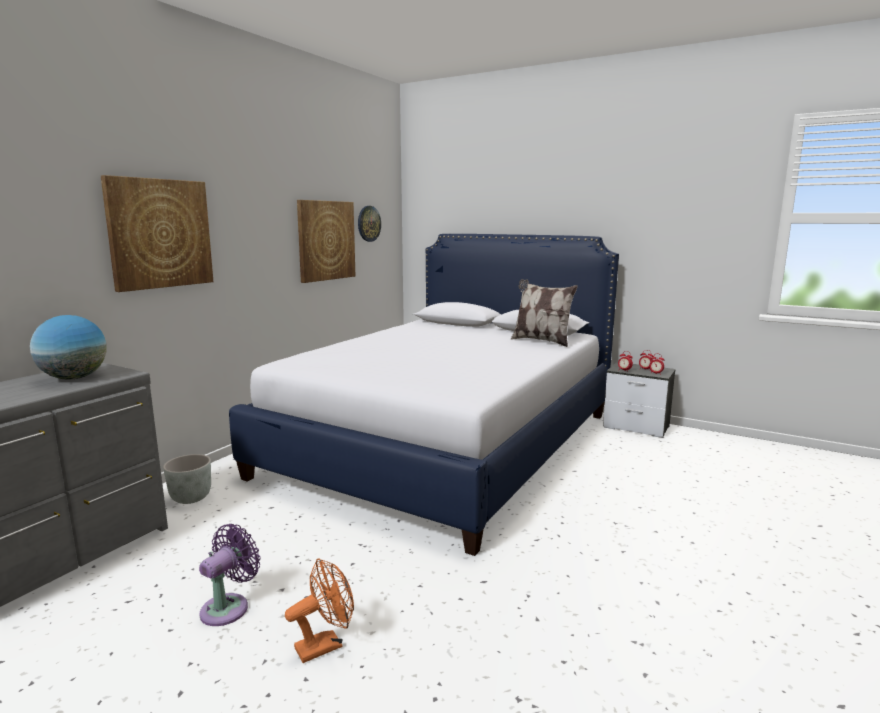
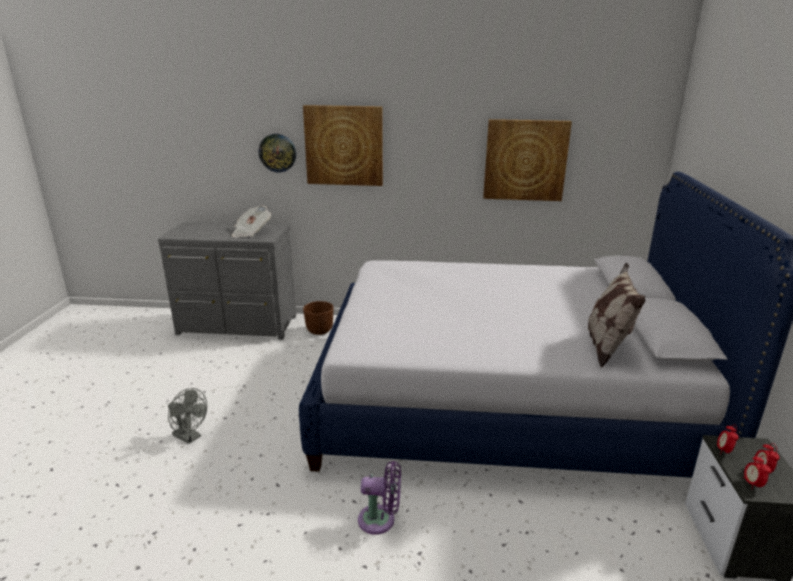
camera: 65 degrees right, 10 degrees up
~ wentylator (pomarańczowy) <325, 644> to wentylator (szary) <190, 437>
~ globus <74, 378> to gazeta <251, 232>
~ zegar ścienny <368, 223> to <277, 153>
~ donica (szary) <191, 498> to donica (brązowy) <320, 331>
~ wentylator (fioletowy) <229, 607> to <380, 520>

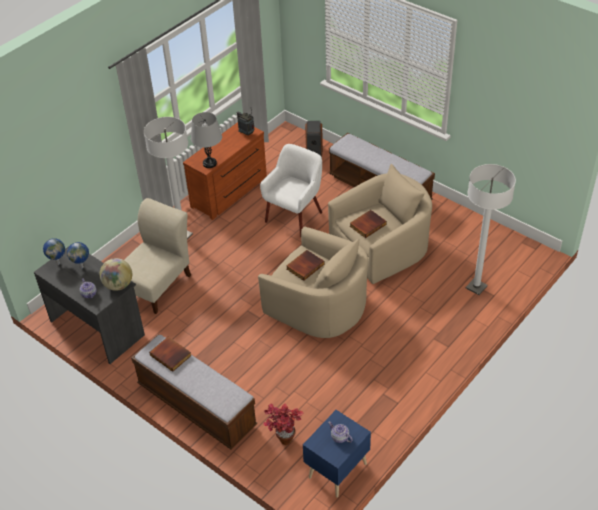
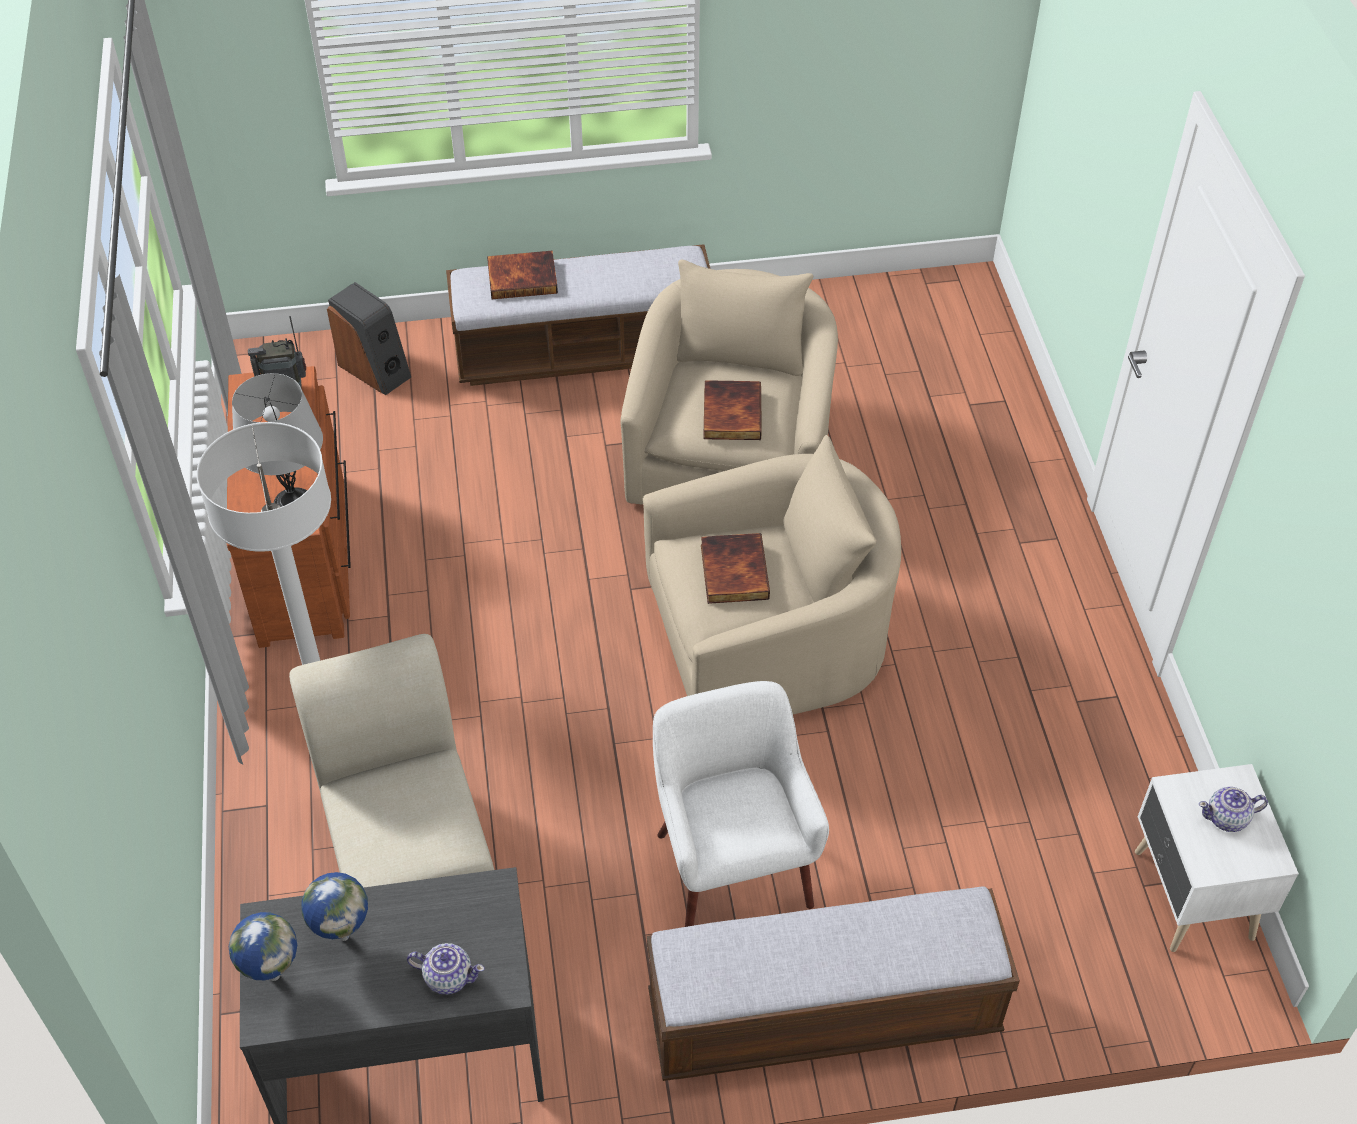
camera: 50 degrees left, 5 degrees up
~ książka <171, 355> to <523, 277>
~ fotel (biały) <294, 217> to <731, 868>
~ szafka nocna (niebieski) <336, 470> to szafka nocna (biały) <1191, 897>
- globus <118, 285>
- roślina doniczkowa <283, 437>
- lampa stojąca (biały) <476, 287>

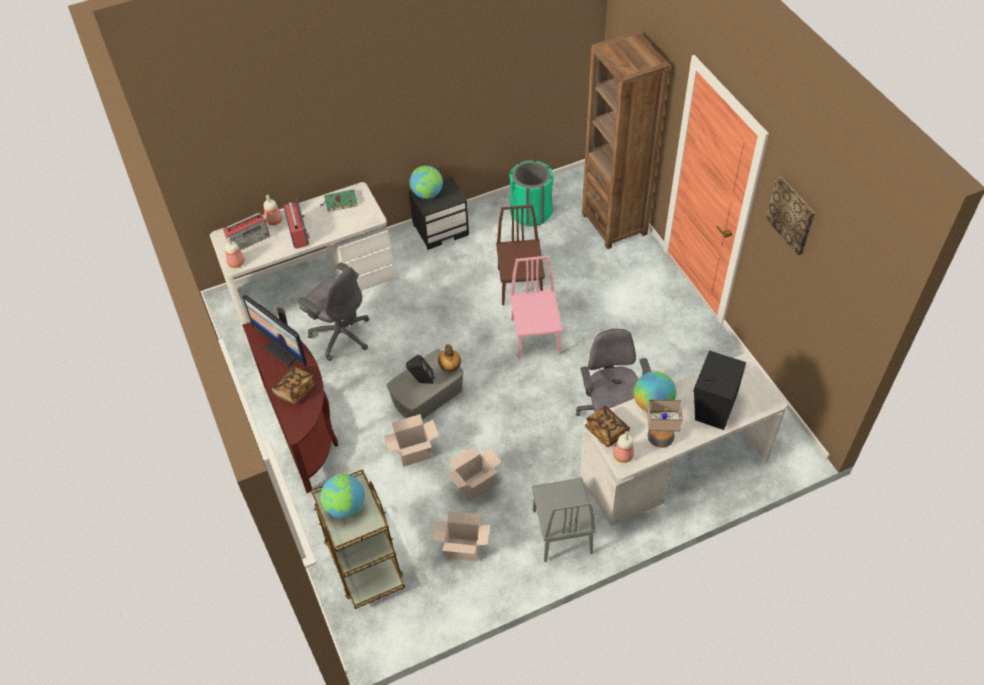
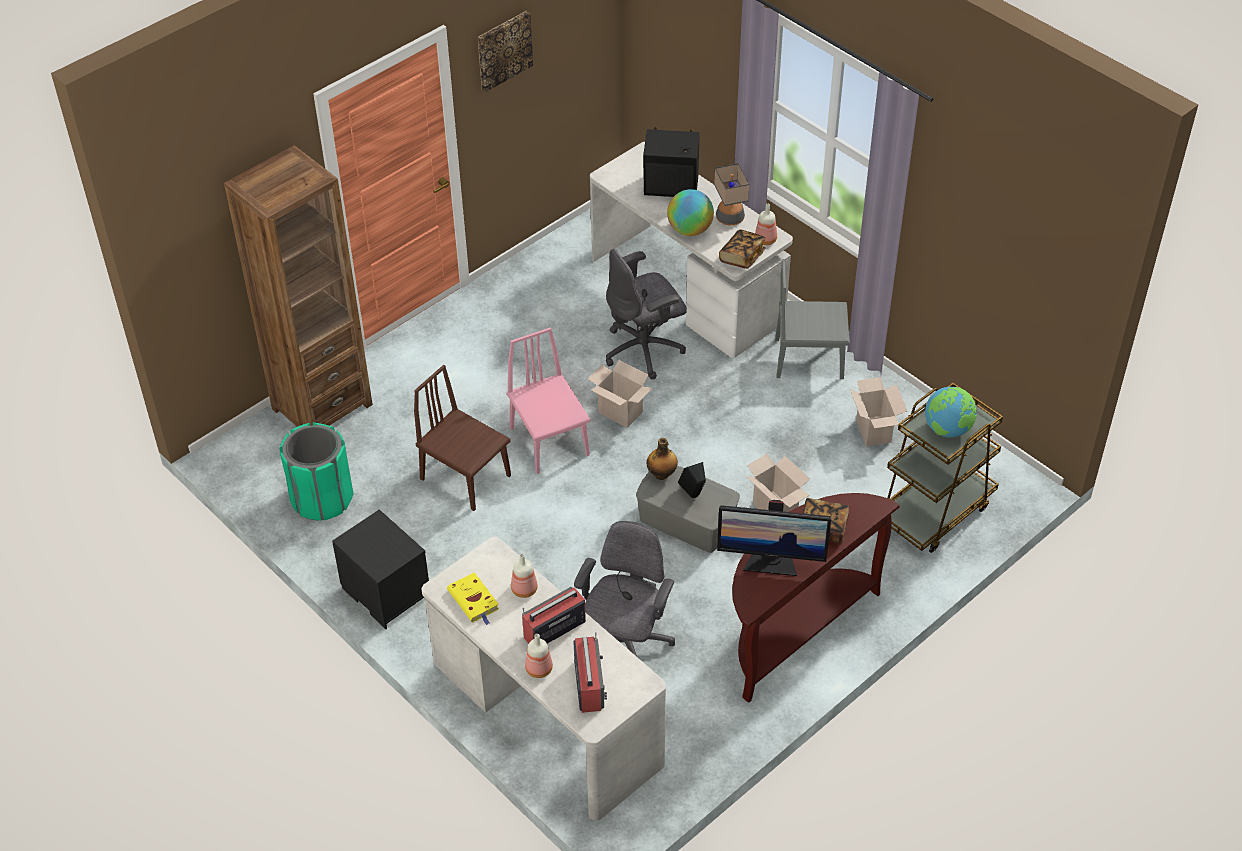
camera: 110 degrees left, 5 degrees down
~ krzesło (brązowy) <520, 285> = <465, 477> 60 degrees clockwise
~ książka (zielony) <340, 202> to książka (żółty) <474, 601>
~ krzesło (różowy) <535, 336> = <549, 441> 90 degrees clockwise
~ butelka <236, 263> to <524, 590>
~ radio <250, 240> = <589, 684> 45 degrees clockwise
~ karton <475, 484> to <618, 412>
~ monitor <283, 351> = <771, 562> 75 degrees clockwise
~ krzesło (szary) <562, 531> = <809, 359> 150 degrees counterclockwise
- globus <427, 194>

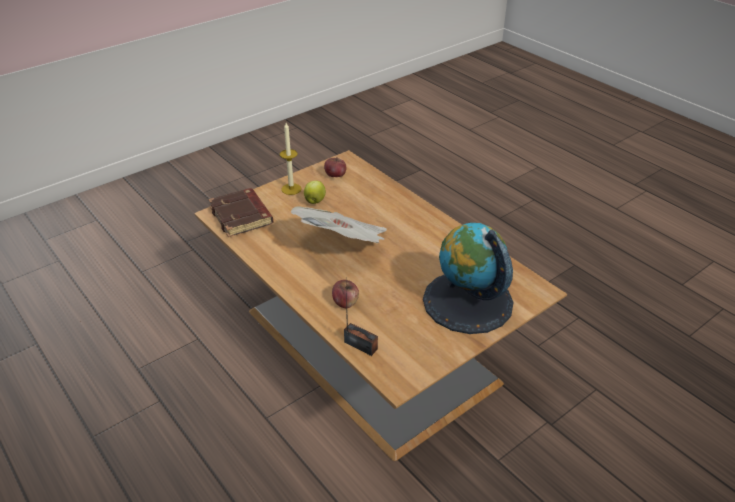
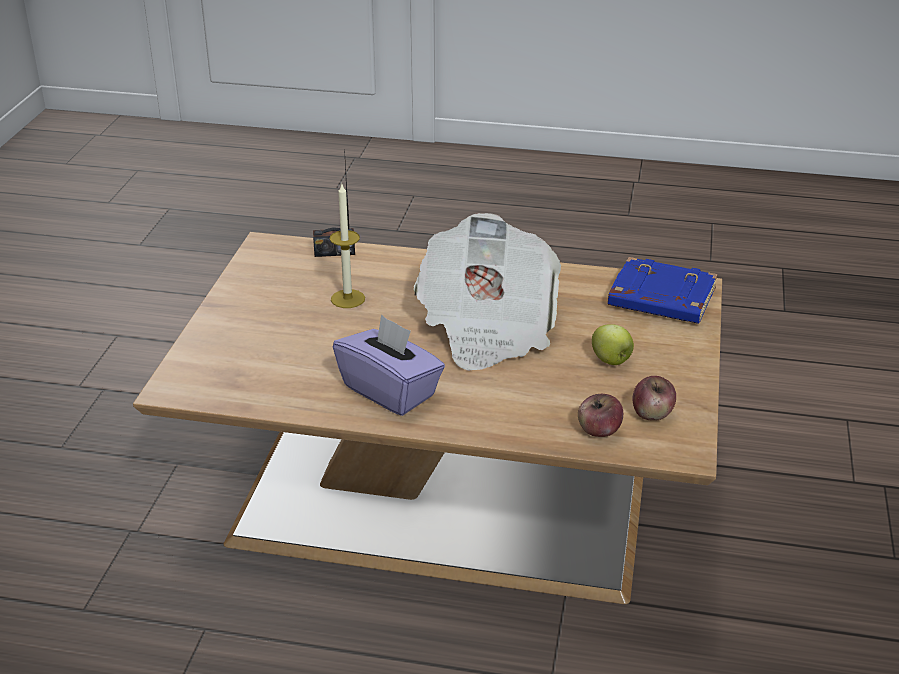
camera: 140 degrees right, 5 degrees down
~ świeca <291, 189> to <348, 299>
+ pudełko chusteczek (fioletowy) <390, 391>
~ jabłko <345, 302> to <599, 431>
~ książka (brązowy) <242, 216> to książka (niebieski) <660, 299>
- globus <467, 302>

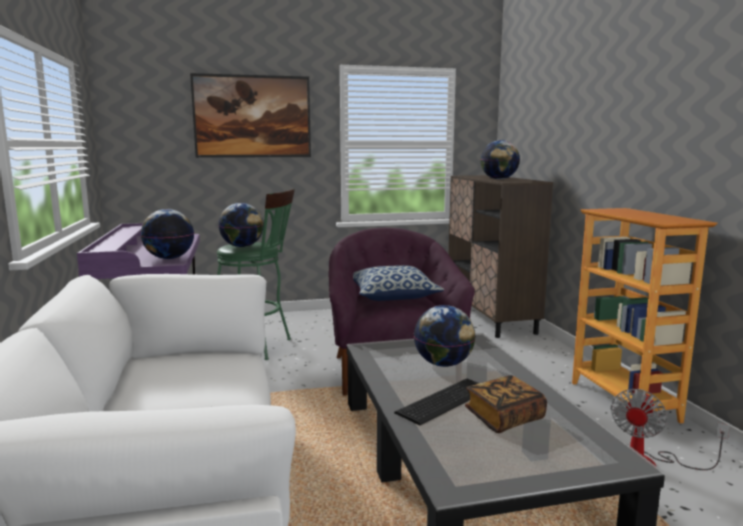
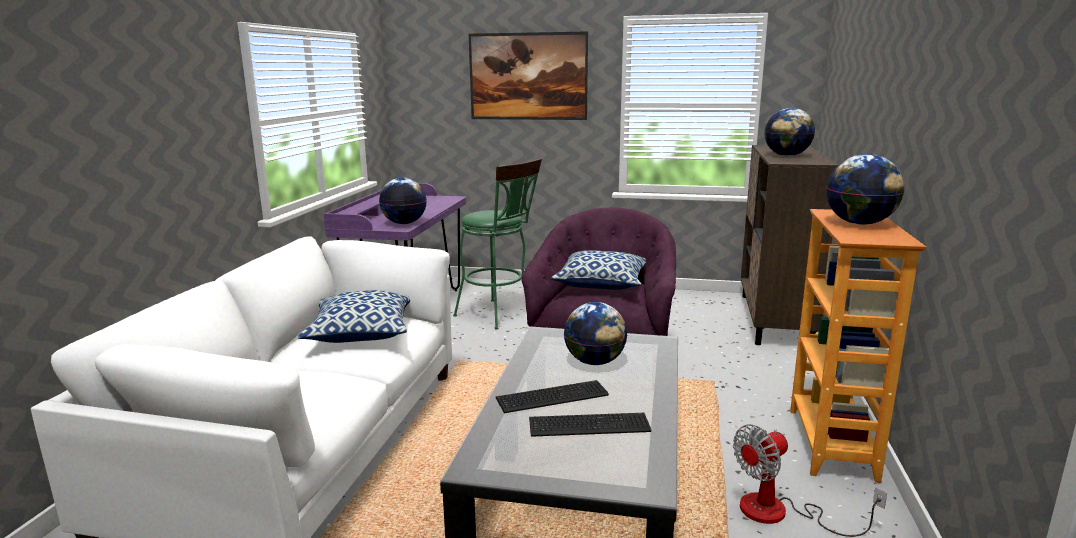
camera: 25 degrees right, 5 degrees up
+ poduszka <360, 332>
~ książka <504, 418> to klawiatura <587, 424>
~ globus <242, 246> to <859, 223>

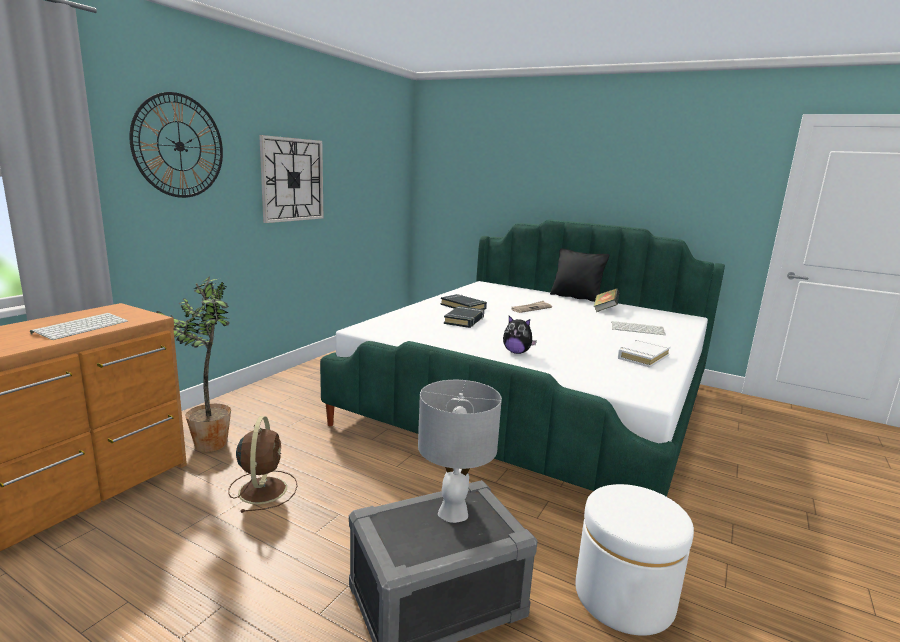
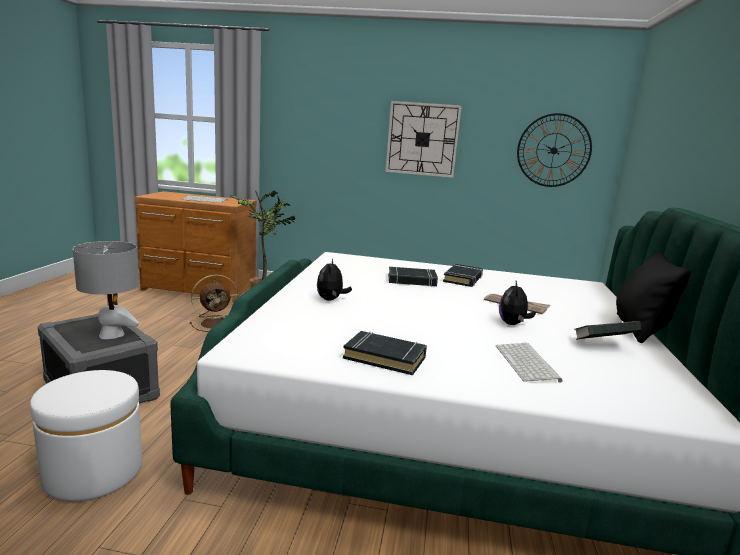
camera: 70 degrees right, 0 degrees up
~ książka (biały) <643, 357> to książka (czarny) <385, 357>
+ pluszak <513, 324>
~ zegar ścienny <179, 146> to <553, 150>

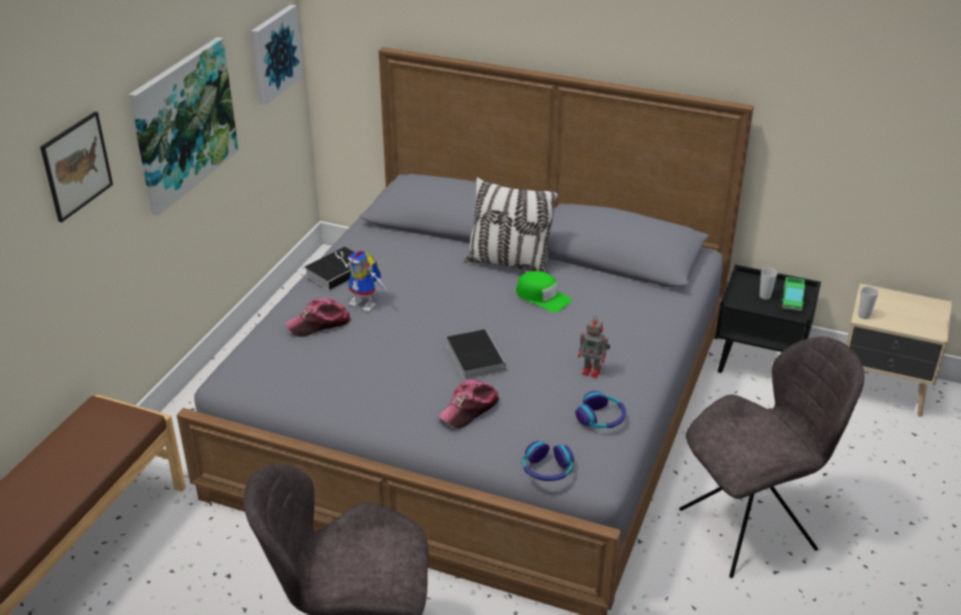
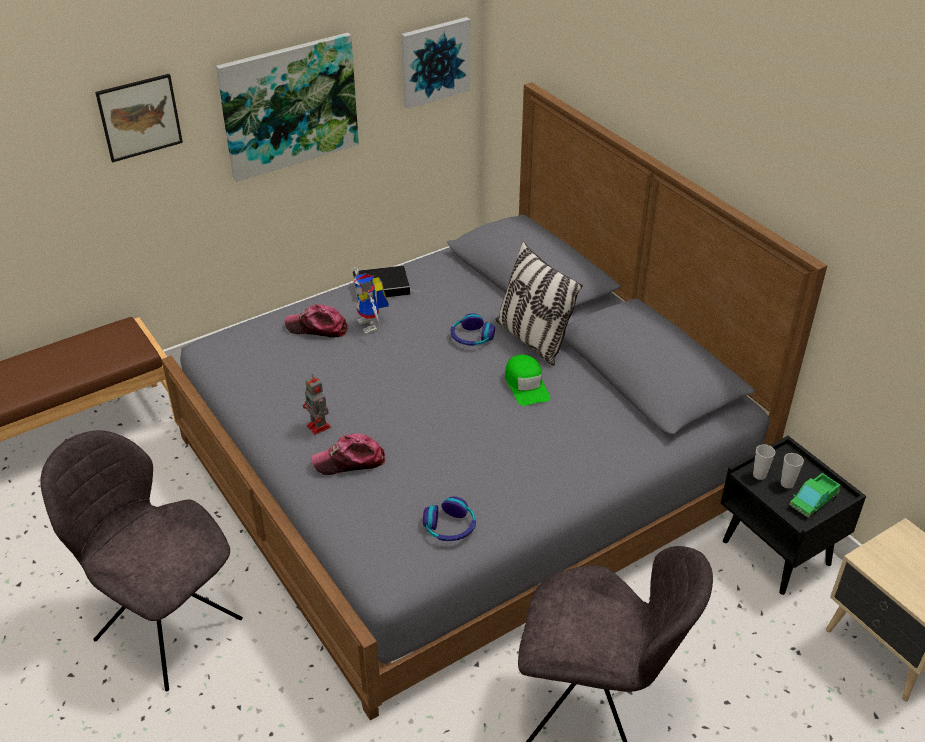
camera: 35 degrees right, 5 degrees up
~ robot zabawkowy <592, 371> to <319, 427>
~ słuchawki <547, 469> to <471, 337>
~ filiżanka <864, 316> to <759, 475>
- książka <474, 357>

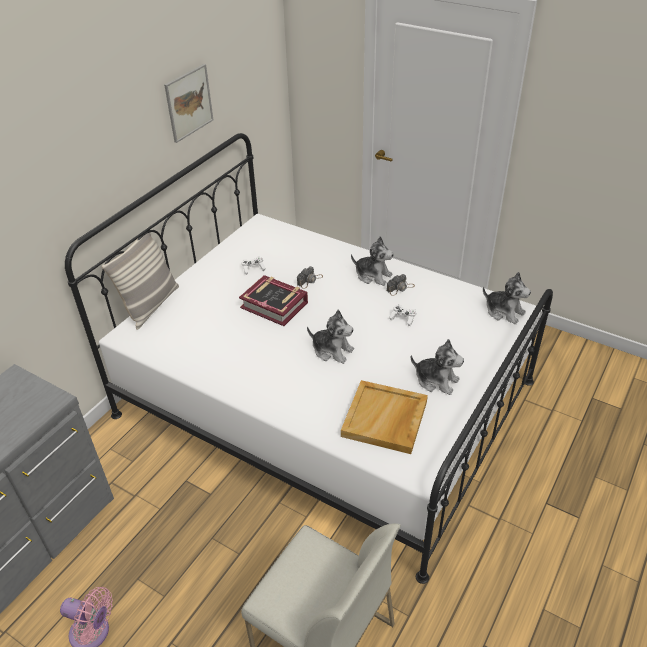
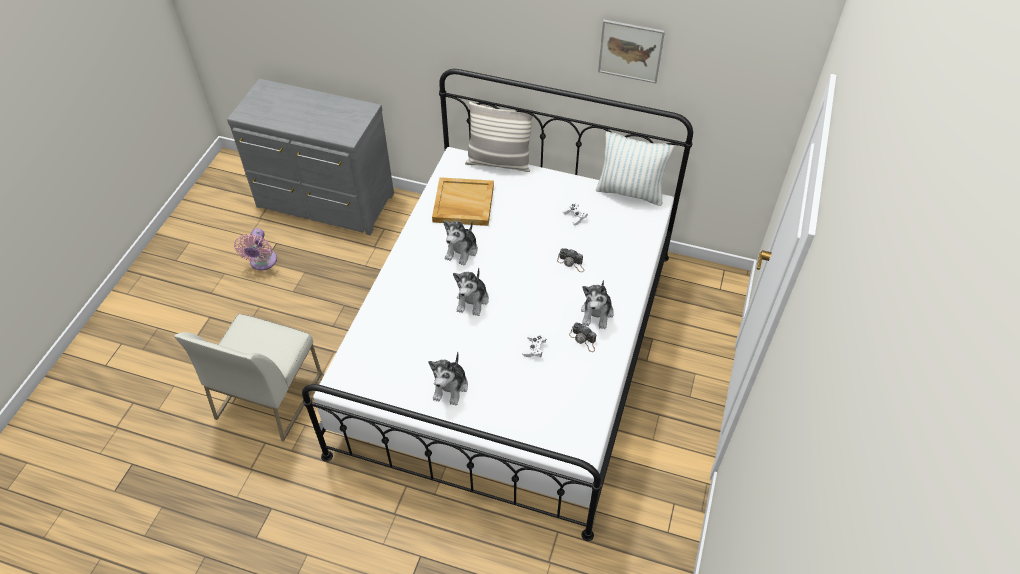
camera: 75 degrees right, 10 degrees up
~ taca (beżowy) <385, 419> to <463, 204>
~ pluszak <504, 312> to <462, 250>
+ poduszka <630, 192>
- książka <274, 305>

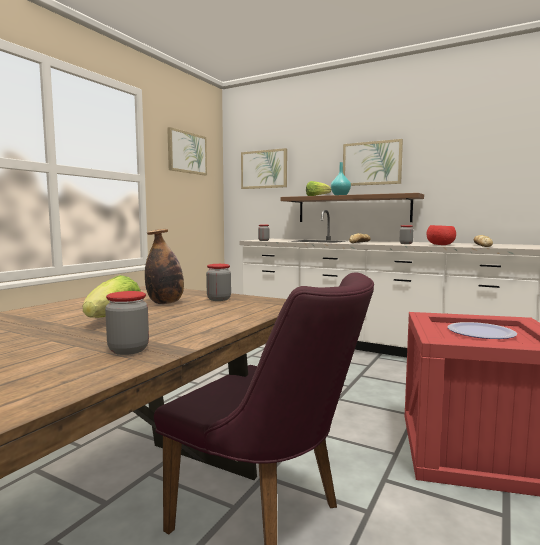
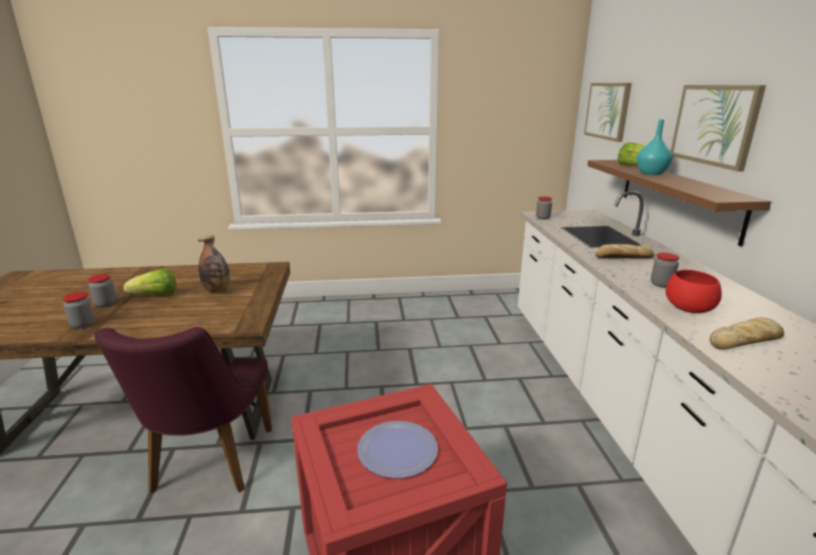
camera: 55 degrees right, 15 degrees up
~ słoik <219, 299> to <105, 304>
- obraz <187, 152>

